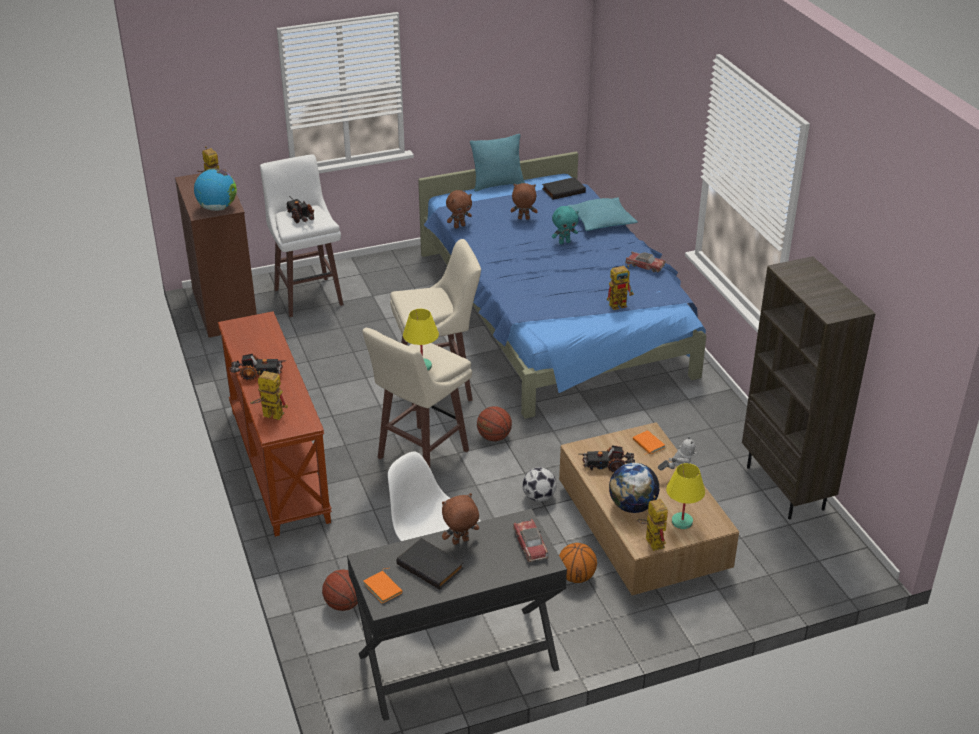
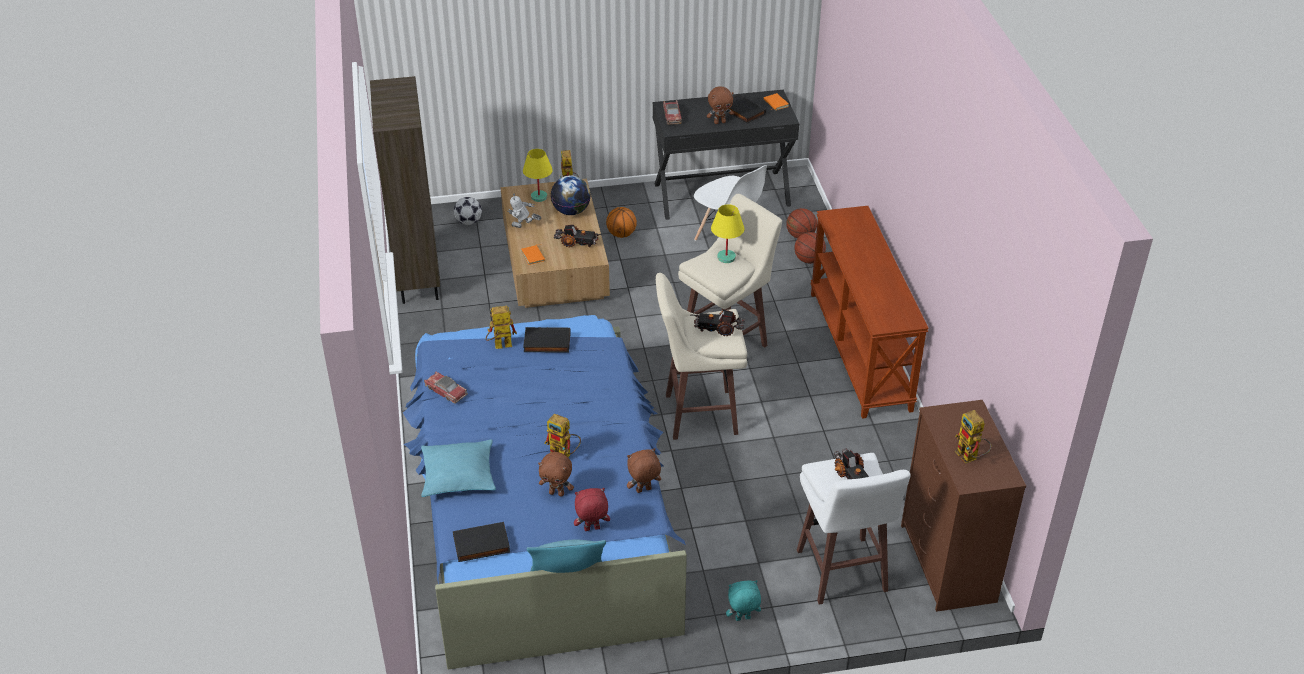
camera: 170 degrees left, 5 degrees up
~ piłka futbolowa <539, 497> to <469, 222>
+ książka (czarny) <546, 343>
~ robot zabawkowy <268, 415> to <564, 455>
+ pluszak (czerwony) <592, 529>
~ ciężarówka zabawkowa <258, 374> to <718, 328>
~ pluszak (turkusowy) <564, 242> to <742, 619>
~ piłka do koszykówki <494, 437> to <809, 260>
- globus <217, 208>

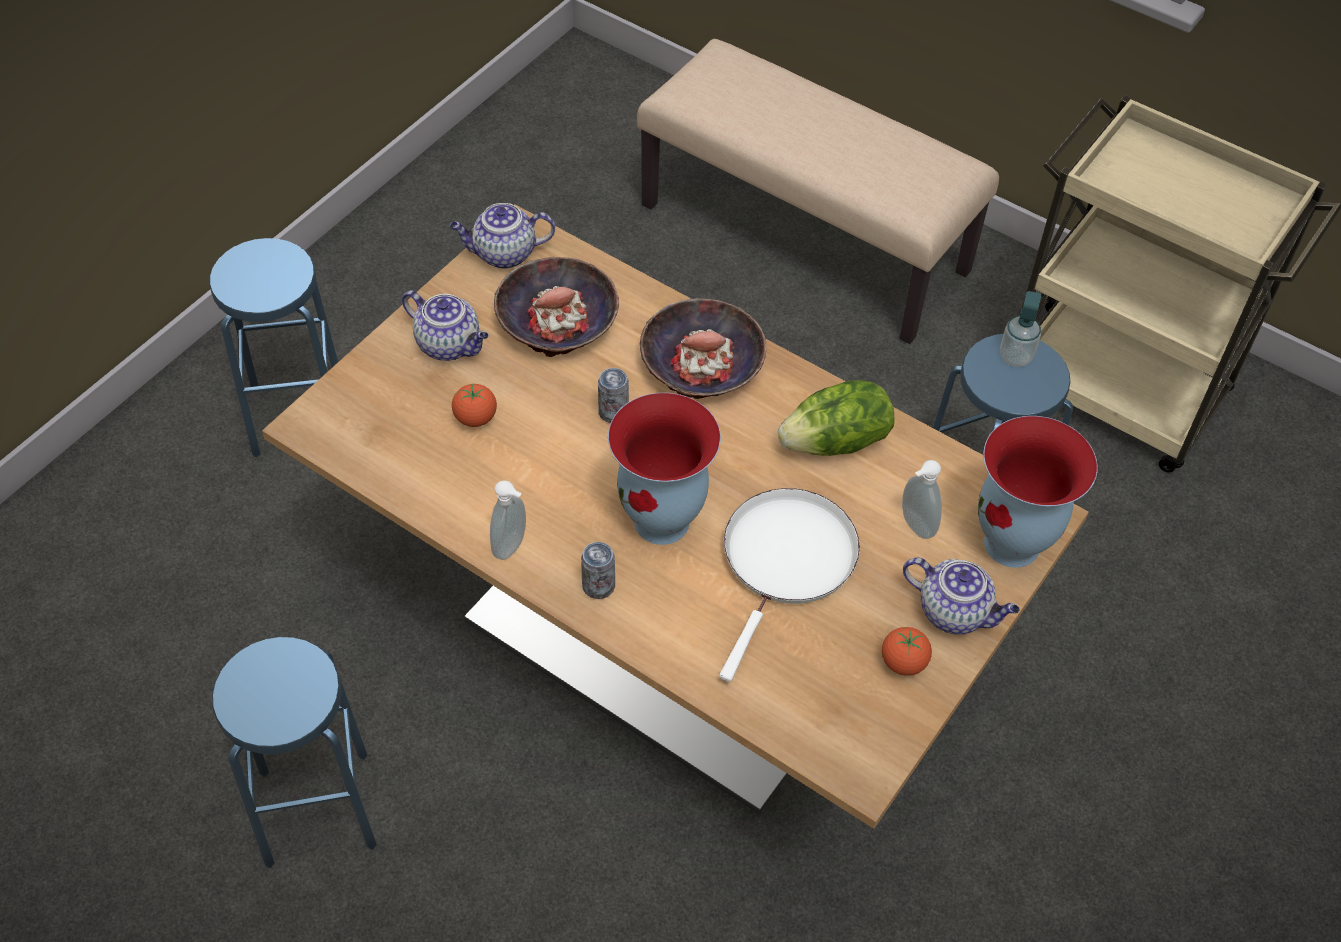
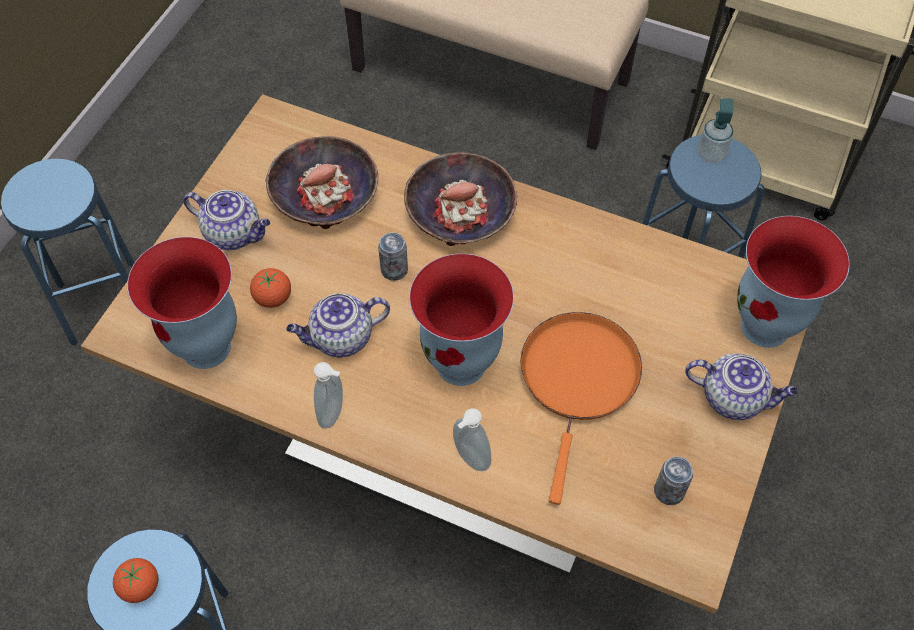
camera: 10 degrees left, 5 degrees up
~ pomidor <903, 662> to <140, 586>
+ wazon <207, 348>
~ imbryk <503, 254> to <341, 339>
~ dozownik mydła <914, 526> to <469, 459>
~ patelnia (biały) <786, 561> to patelnia (pomarańczowy) <578, 379>
~ puszka <598, 586> to <669, 491>
- sałata <836, 442>

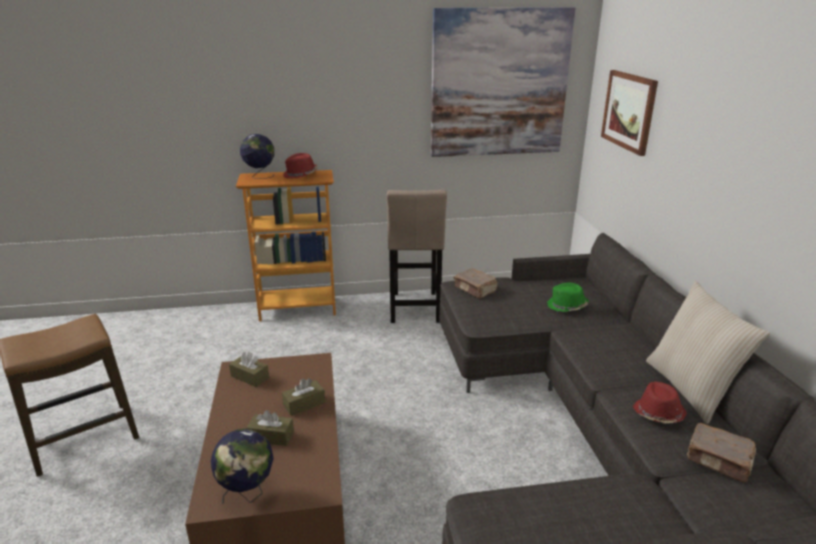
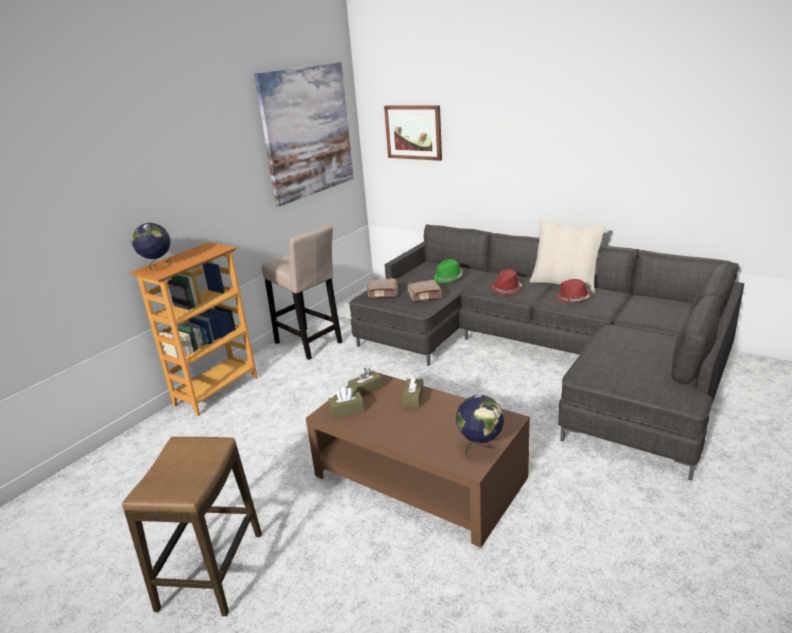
camera: 45 degrees left, 0 degrees up
~ pudełko chusteczek (brązowy) <271, 436> to <366, 390>
~ książka (brązowy) <719, 461> to <425, 296>
~ kapelusz (czerwony) <300, 175> to <507, 289>

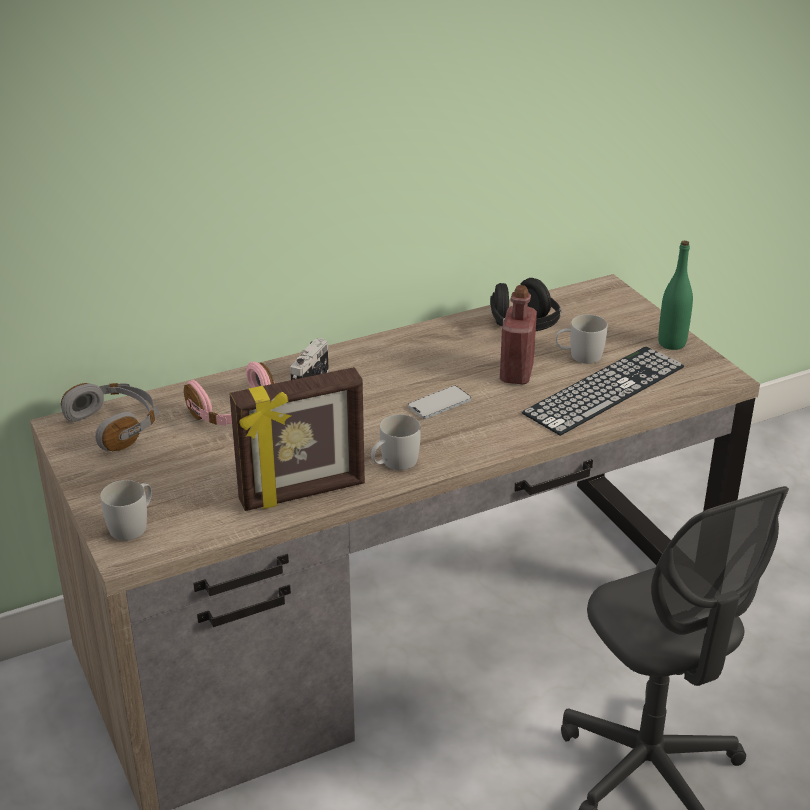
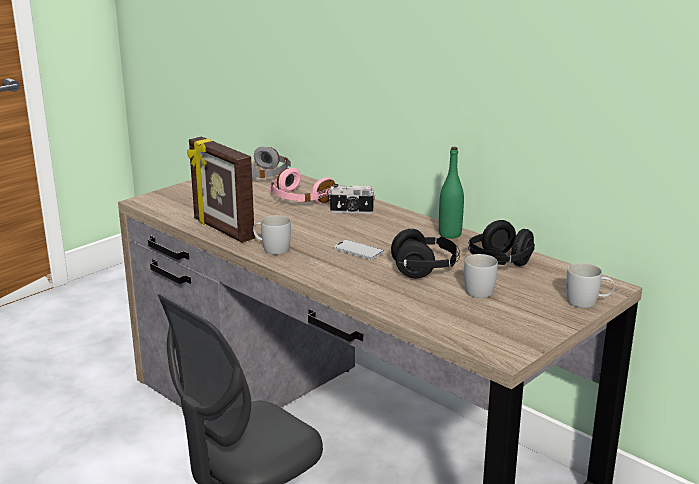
camera: 70 degrees right, 10 degrees down
~ butelka (czerwony) <516, 373> to słuchawki (czarny) <425, 270>
~ butelka (zielony) <672, 343> to <450, 234>
~ kubek (biały) <133, 525> to <587, 302>
- klawiatura <604, 390>

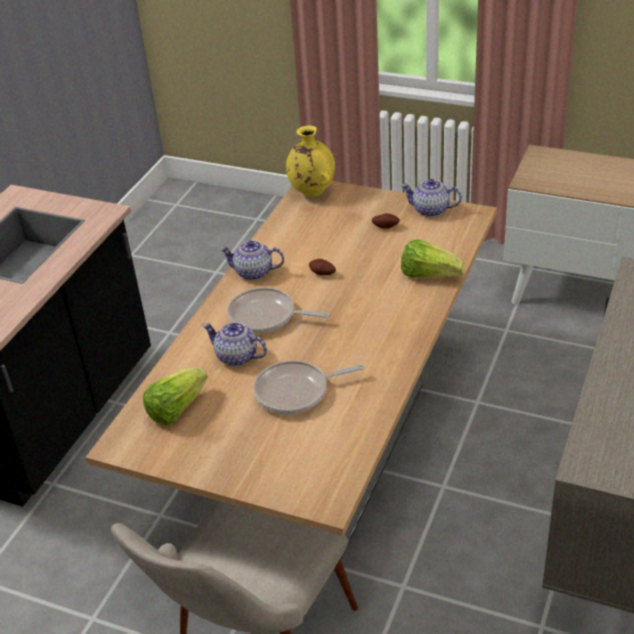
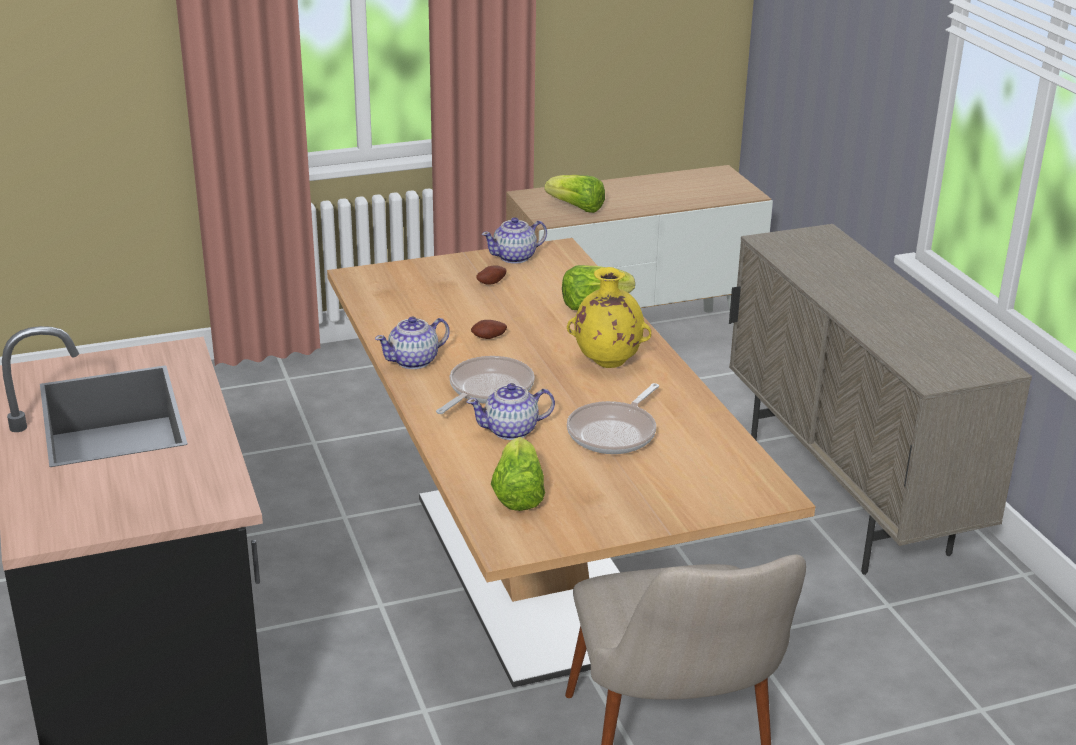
camera: 45 degrees left, 10 degrees down
~ patelnia <266, 316> = <487, 390> 150 degrees clockwise
+ sałata <576, 208>
~ wazon (żółty) <312, 192> to <607, 362>

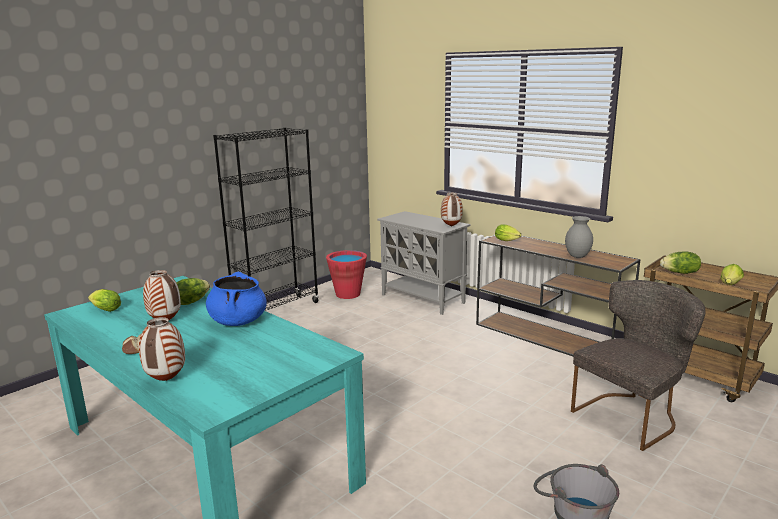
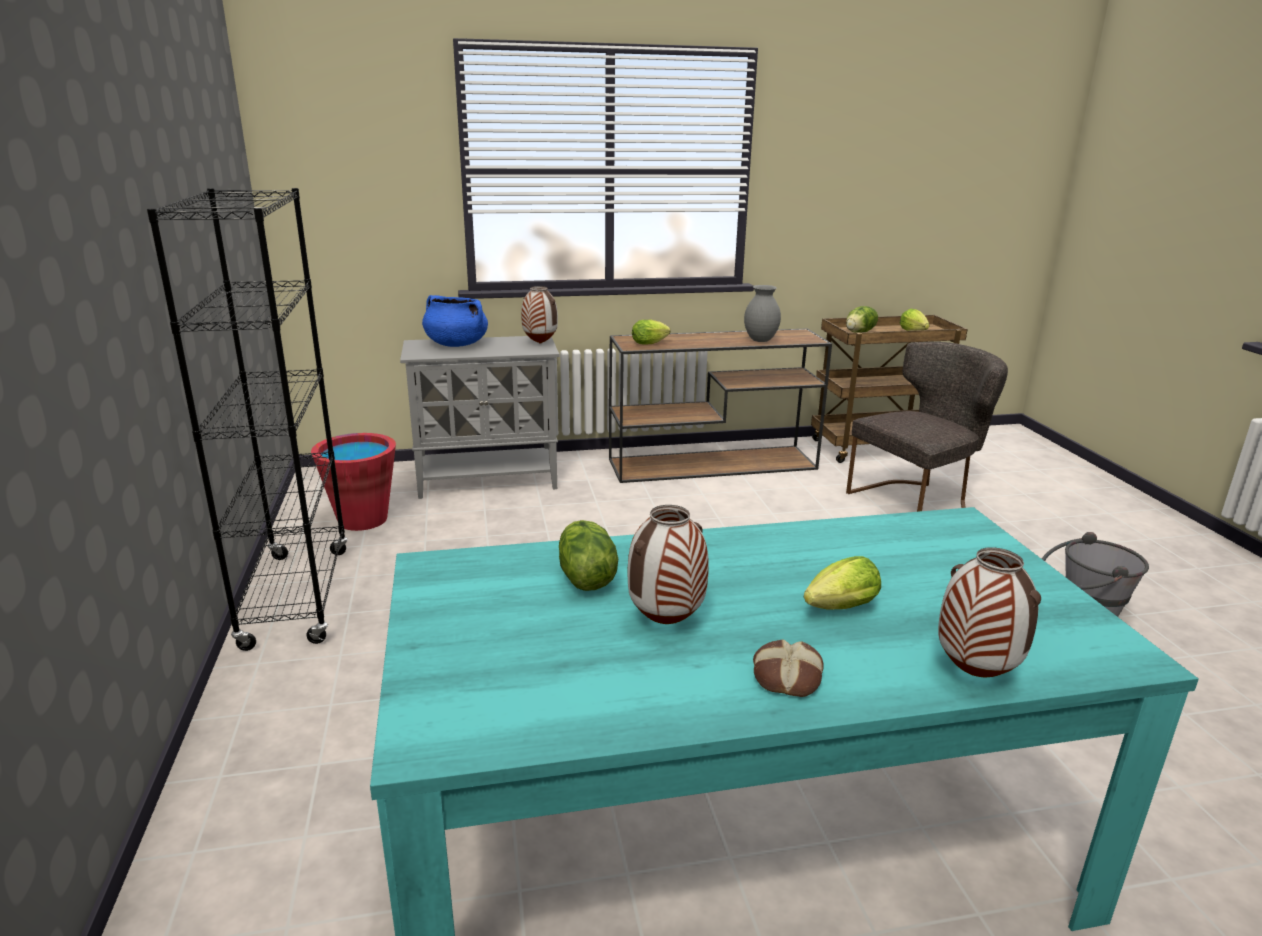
camera: 55 degrees left, 5 degrees up
~ garnek (niebieski) <238, 321> to <456, 344>
~ sałata <104, 310> to <837, 609>
~ krzesło (szary) <631, 415> = <917, 501> 60 degrees clockwise

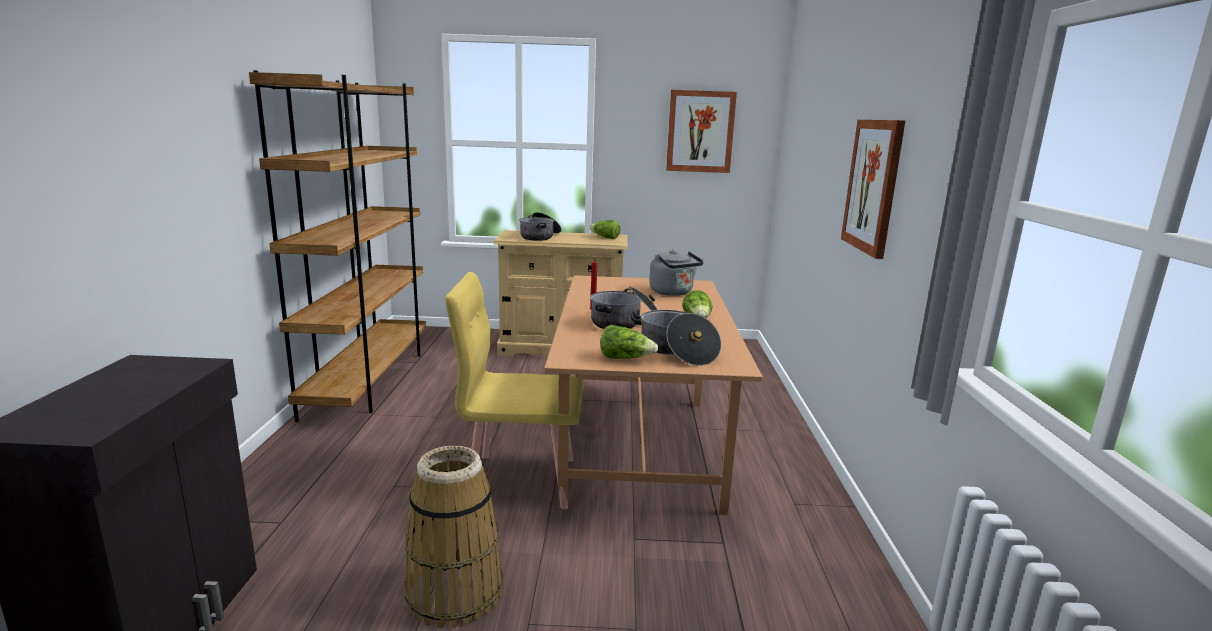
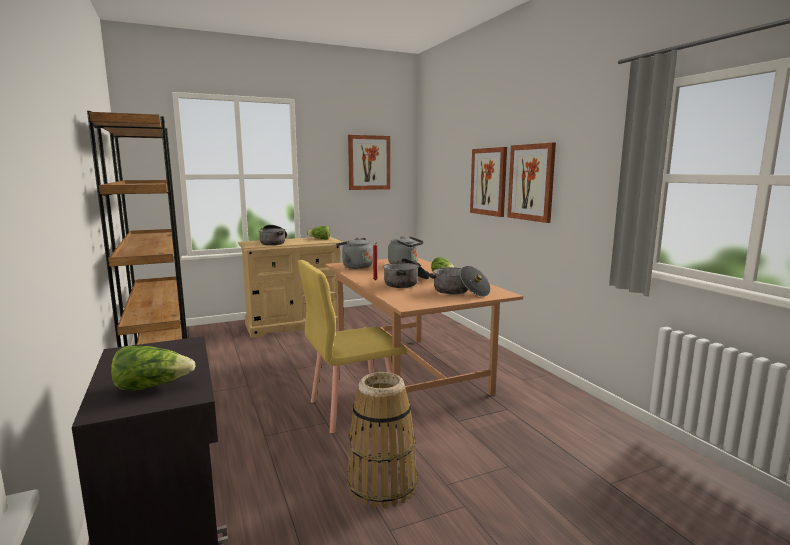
camera: 25 degrees left, 5 degrees down
~ sałata <625, 358> to <153, 386>
+ czajnik (szary) <355, 267>
+ obraz <489, 181>

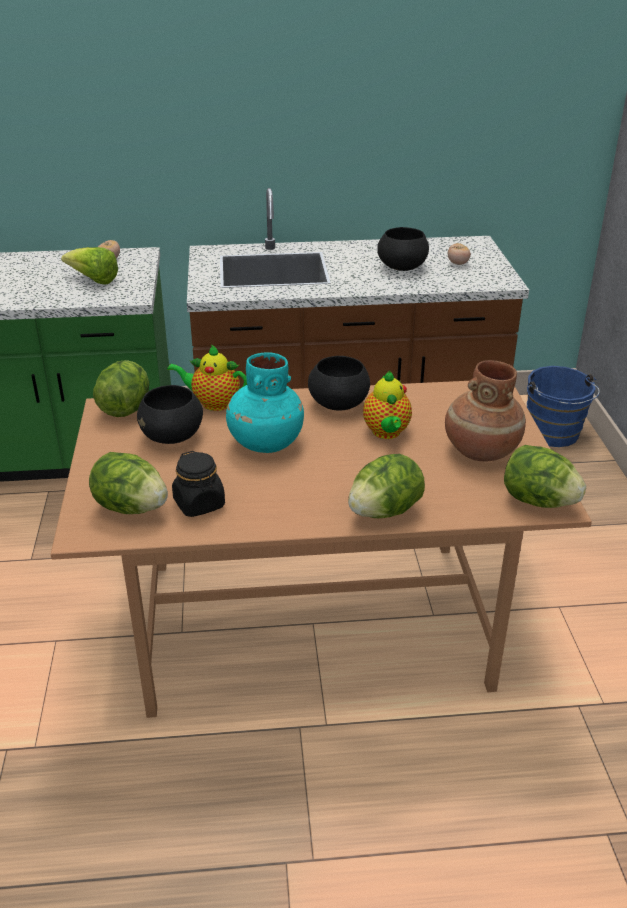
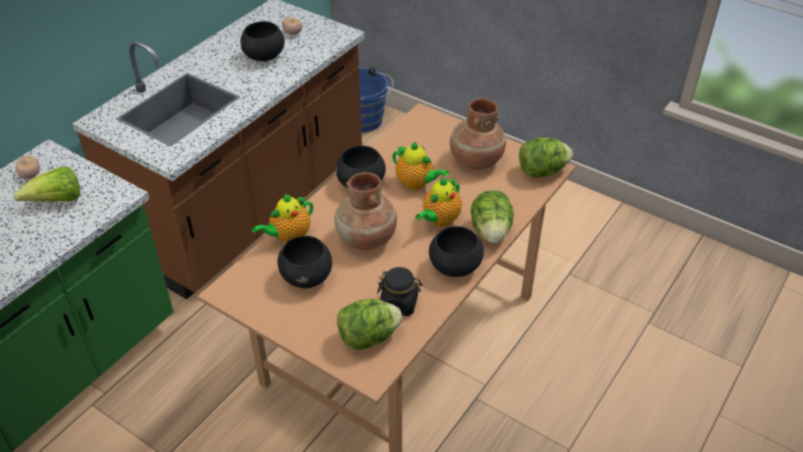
camera: 50 degrees left, 10 degrees up
~ wazon (turkusowy) <265, 443> to wazon (brązowy) <366, 239>
+ imbryk <439, 220>
+ miska (czarny) <454, 266>
- sałata <125, 408>

